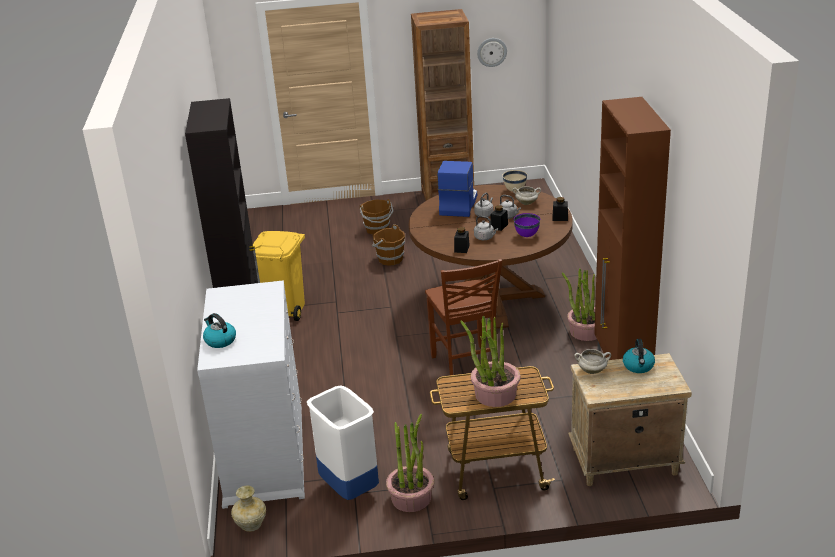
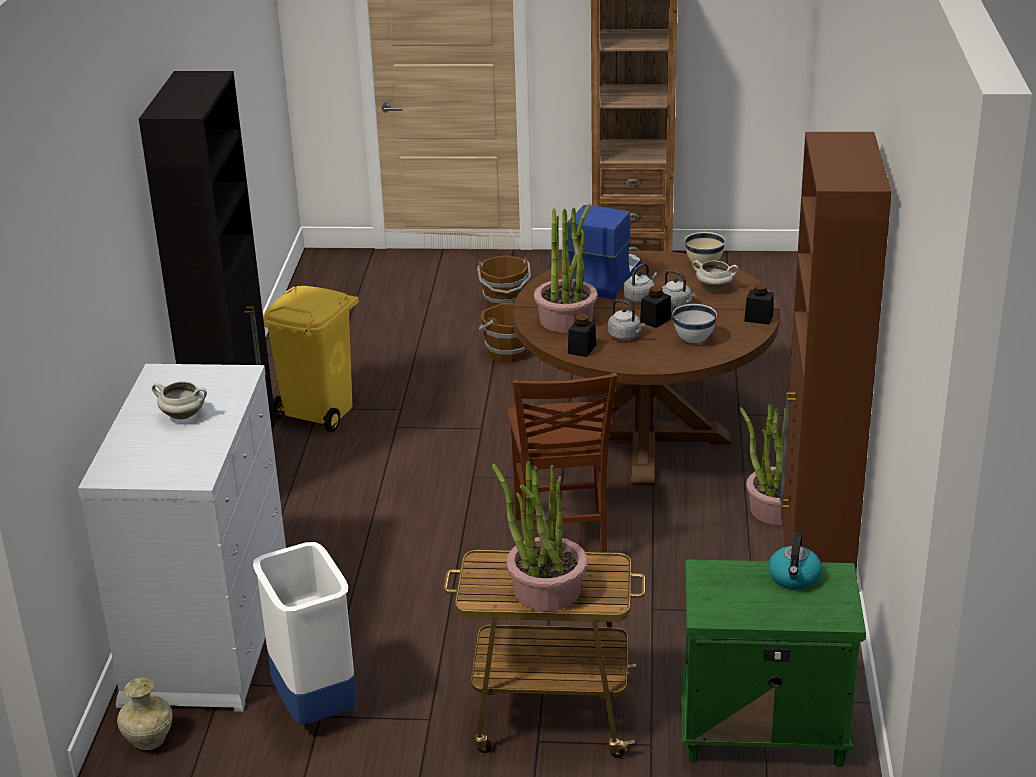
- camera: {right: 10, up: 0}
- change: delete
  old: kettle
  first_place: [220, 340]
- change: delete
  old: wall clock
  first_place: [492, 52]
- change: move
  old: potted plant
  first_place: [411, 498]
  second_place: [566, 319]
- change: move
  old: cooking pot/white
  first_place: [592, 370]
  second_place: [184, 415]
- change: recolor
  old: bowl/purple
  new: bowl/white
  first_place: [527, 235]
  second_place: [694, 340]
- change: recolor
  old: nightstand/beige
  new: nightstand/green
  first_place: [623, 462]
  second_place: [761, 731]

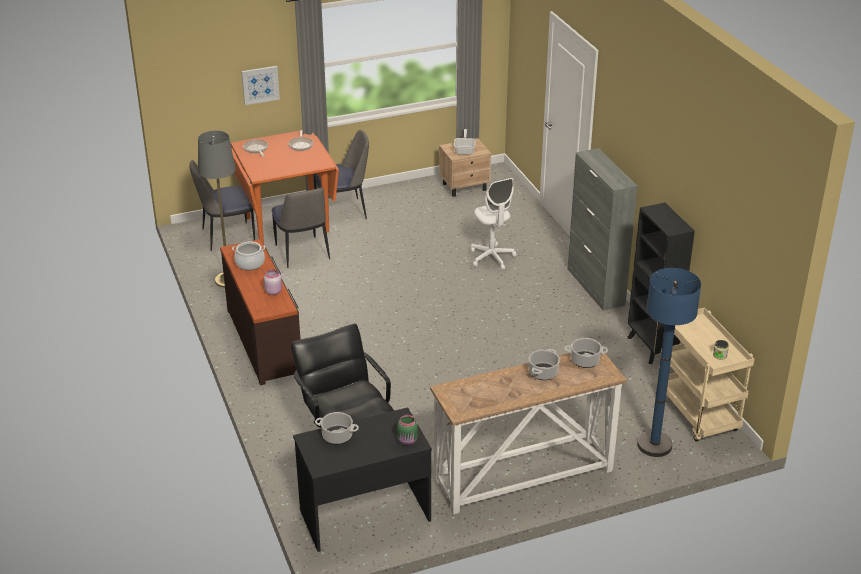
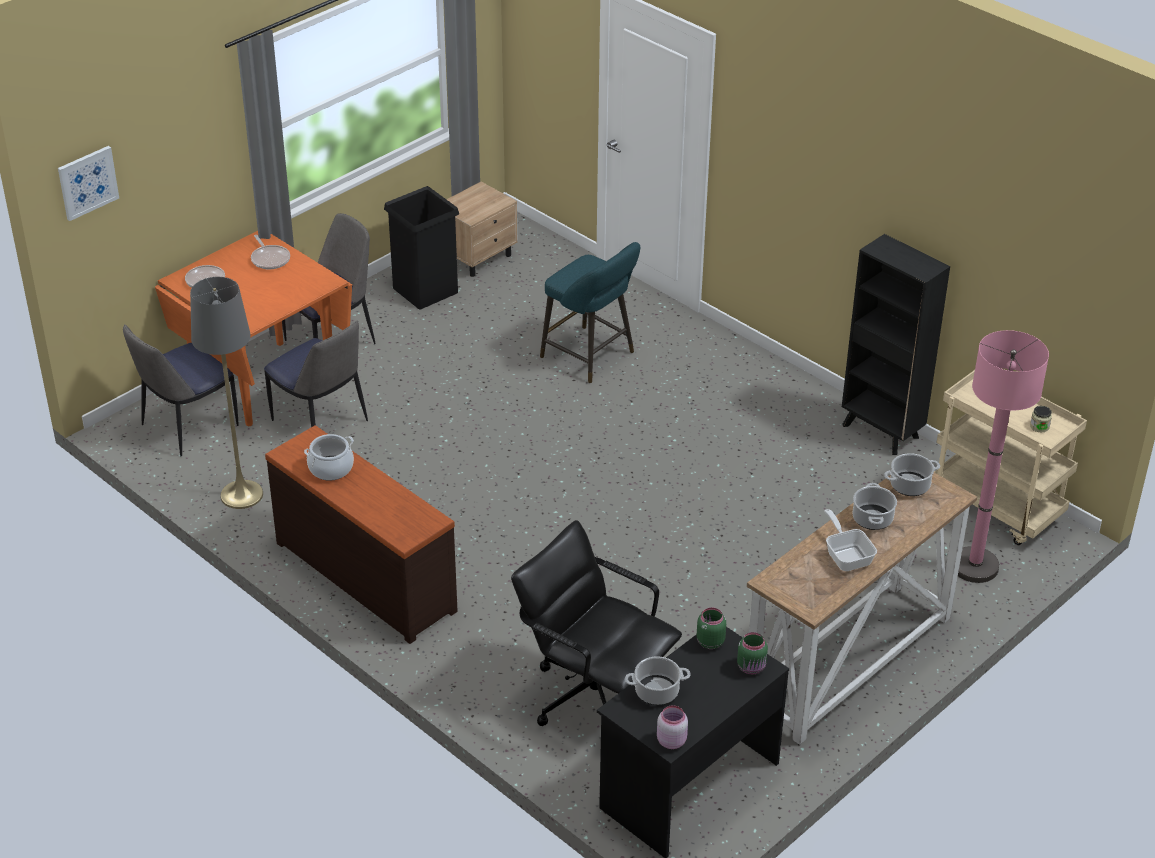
- camera: {right: -25, up: 5}
- change: delete
  old: cabinet/grey
  first_place: [595, 287]
- change: insert
  new: trash can/black
  second_place: [425, 290]
- change: insert
  new: jar/green
  second_place: [709, 642]
- change: move
  old: picture
  first_place: [260, 85]
  second_place: [87, 182]
- change: move
  old: jar/pink
  first_place: [273, 291]
  second_place: [671, 740]
- change: move
  old: frying pan
  first_place: [465, 150]
  second_place: [847, 555]
- change: replace
  old: office chair/white
  new: stool/turquoise
  first_place: [492, 258]
  second_place: [591, 357]
- change: recolor
  old: floor lamp/blue
  new: floor lamp/pink
  first_place: [654, 445]
  second_place: [974, 566]

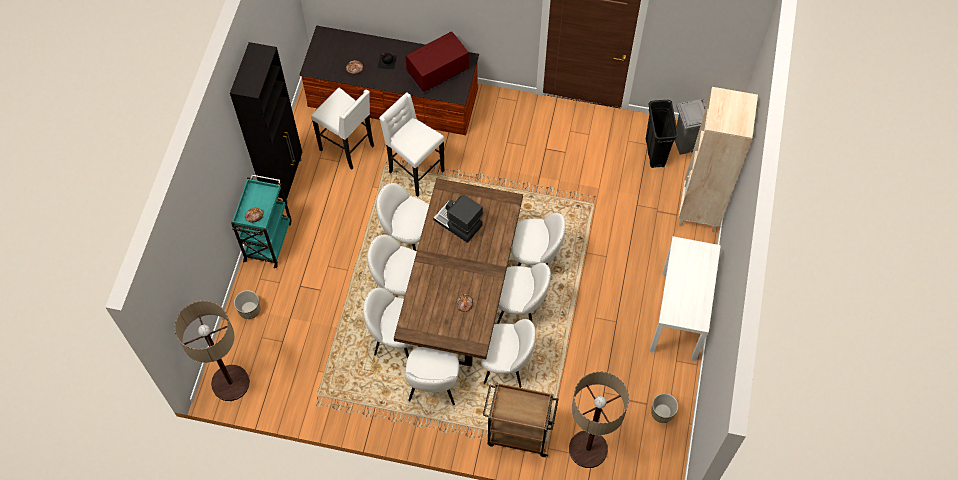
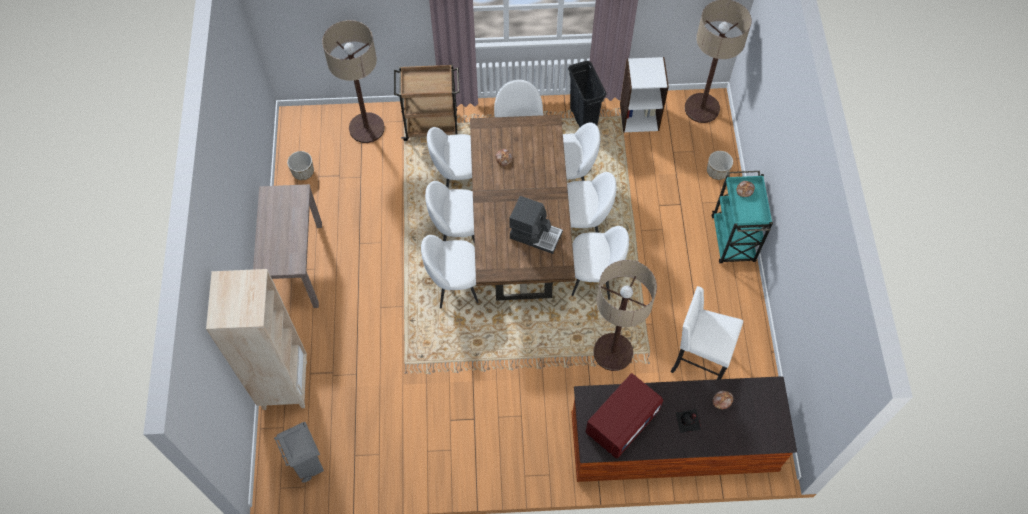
- camera: {right: 165, up: 0}
- change: delete
  old: cabinet/black
  first_place: [284, 178]
- change: insert
  new: bookcase/white
  second_place: [639, 116]
- change: move
  old: trash can/black
  first_place: [655, 152]
  second_place: [583, 119]
- change: replace
  old: stool/white
  new: floor lamp
  first_place: [415, 172]
  second_place: [613, 352]
- change: recolor
  old: console table/white
  new: console table/brown
  first_place: [679, 314]
  second_place: [296, 265]

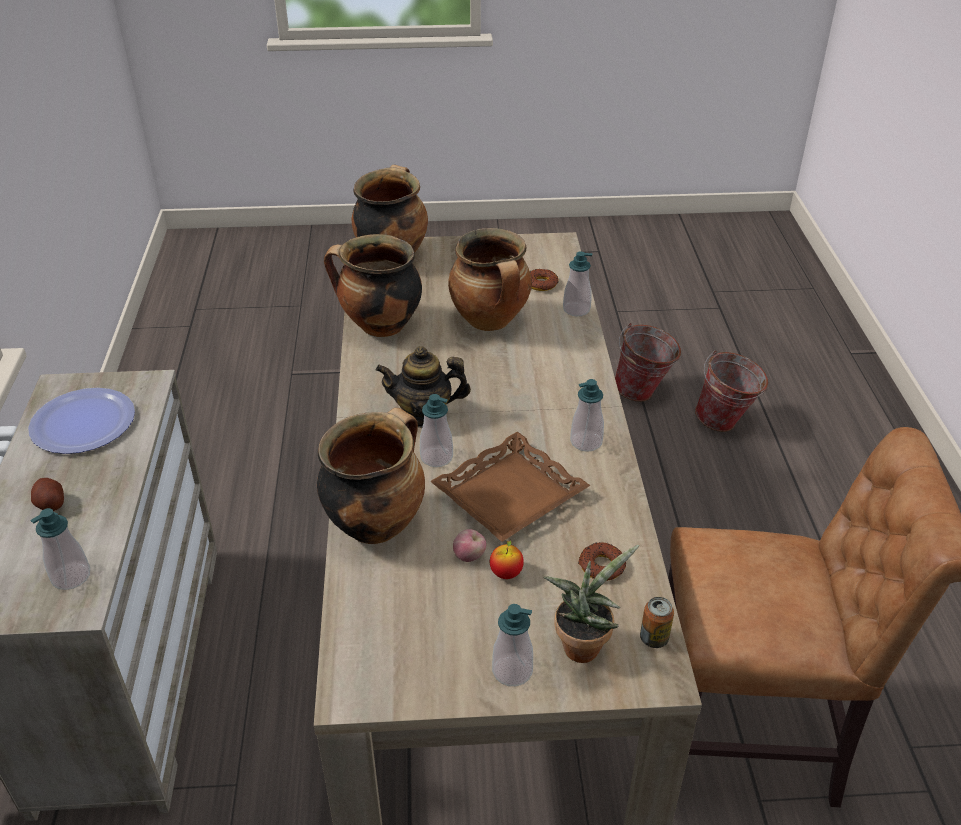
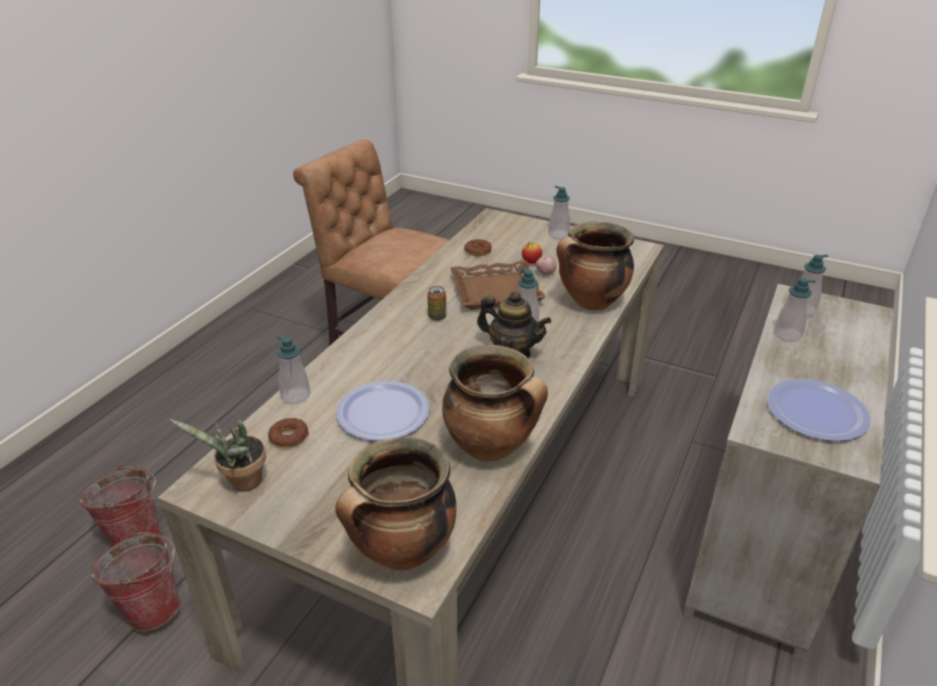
- camera: {right: -150, up: -5}
- change: delete
  old: potato
  first_place: [51, 504]
- change: move
  old: potted plant
  first_place: [583, 644]
  second_place: [241, 483]
- change: move
  old: soap dispenser
  first_place: [586, 442]
  second_place: [787, 335]
- change: move
  old: can
  first_place: [654, 638]
  second_place: [437, 317]
- change: replace
  old: cooking pot
  new: plate
  first_place: [491, 322]
  second_place: [383, 412]

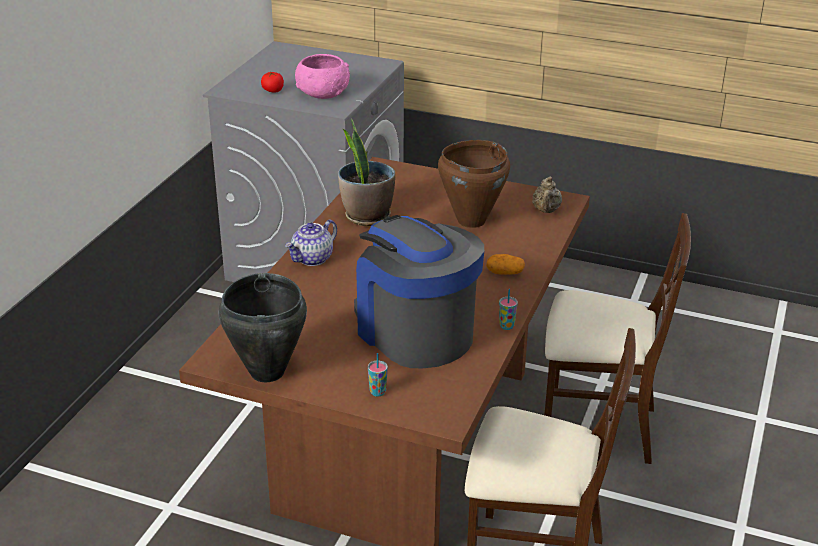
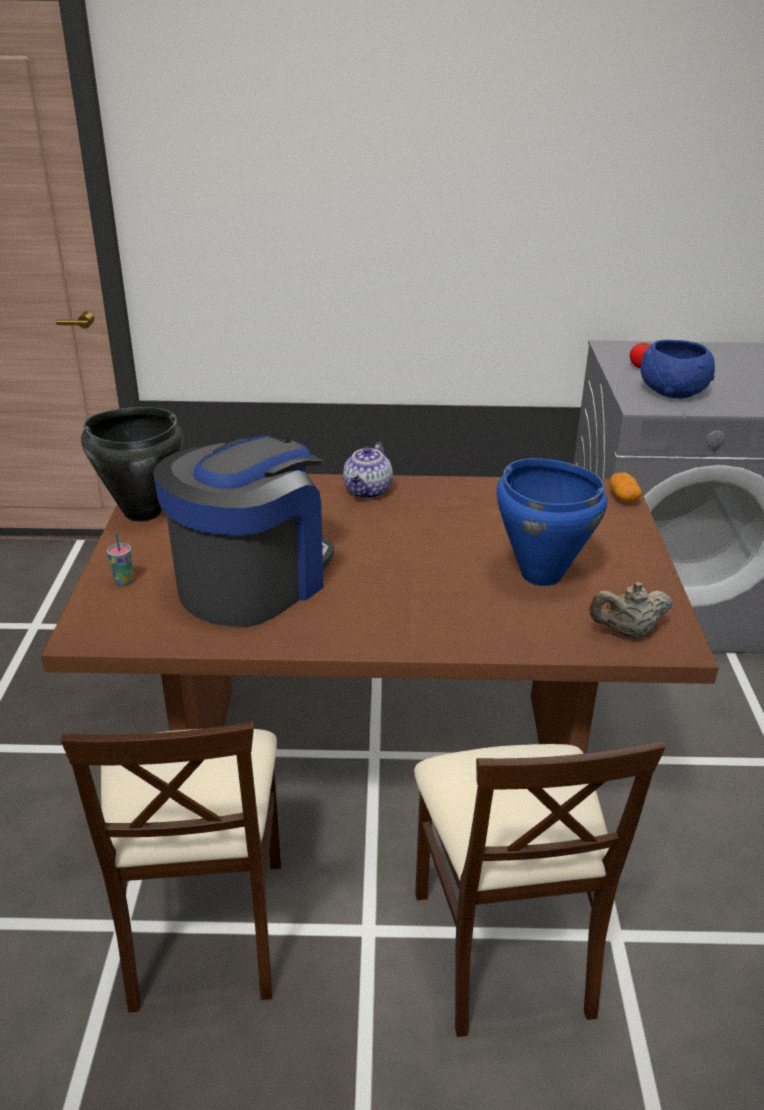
- camera: {right: 70, up: 0}
- change: delete
  old: potted plant
  first_place: [366, 216]
- change: delete
  old: cup
  first_place: [506, 326]
- change: move
  old: potato
  first_place: [505, 273]
  second_place: [623, 497]
- change: recolor
  old: bowl/pink
  new: bowl/blue
  first_place: [323, 93]
  second_place: [673, 391]
- change: recolor
  old: cooking pot/brown
  new: cooking pot/blue
  first_place: [470, 221]
  second_place: [541, 574]
- change: rotate
  old: teapot
  first_place: [312, 259]
  second_place: [368, 491]
  degrees: -90

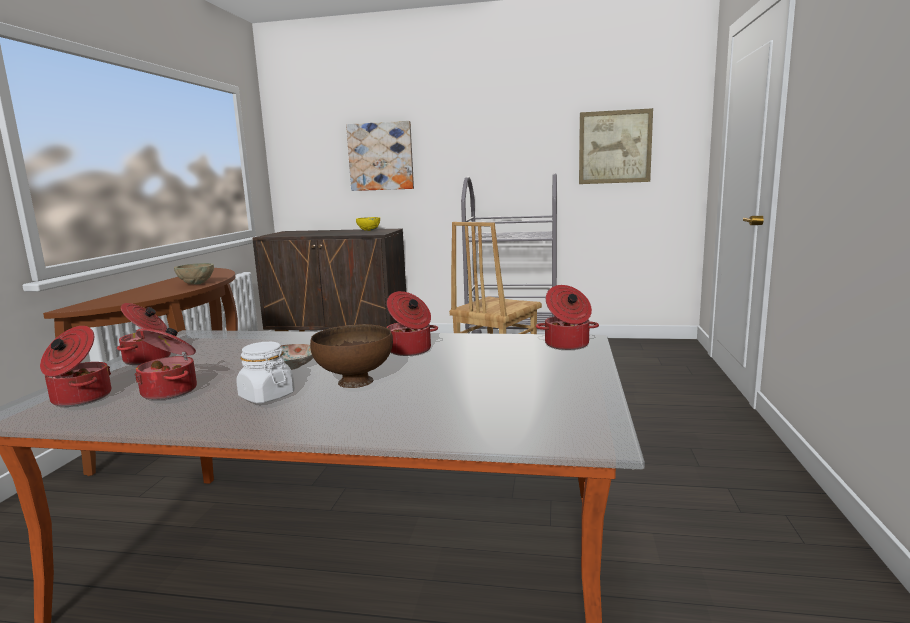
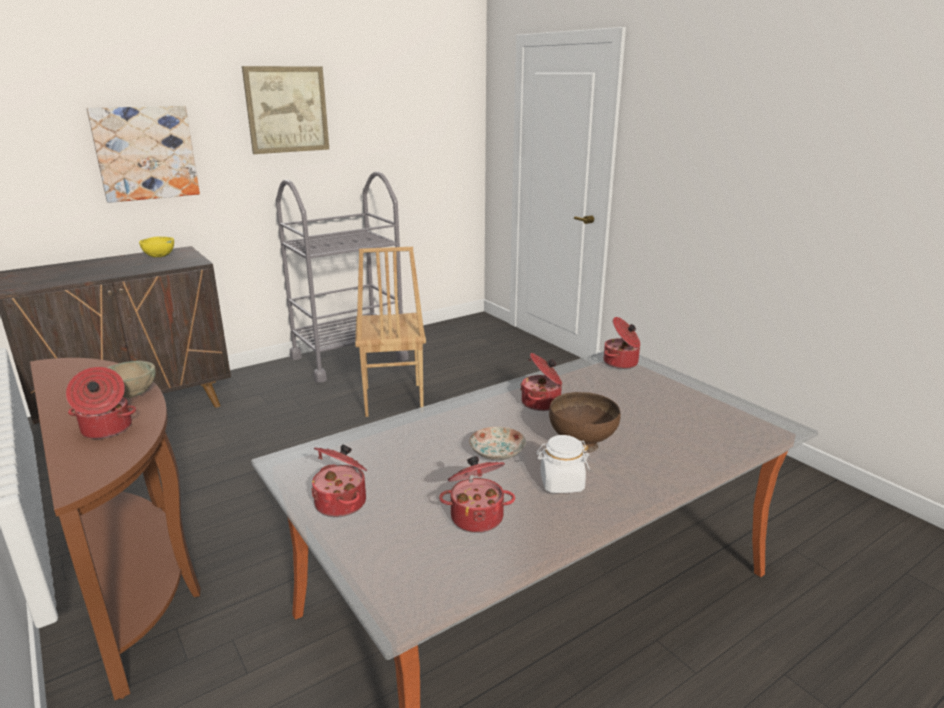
- camera: {right: -45, up: 10}
- change: move
  old: cooking pot
  first_place: [80, 398]
  second_place: [106, 429]
- change: move
  old: picture
  first_place: [614, 147]
  second_place: [287, 109]

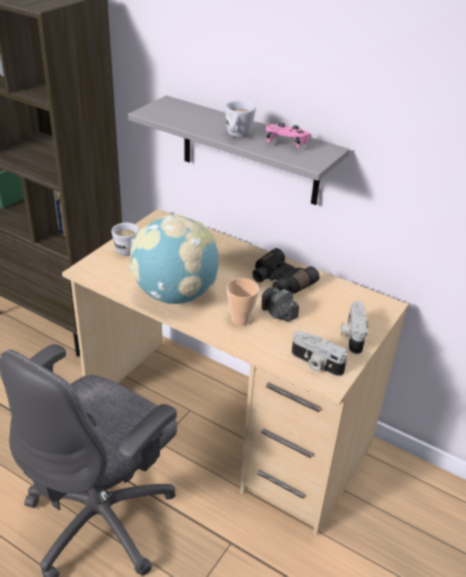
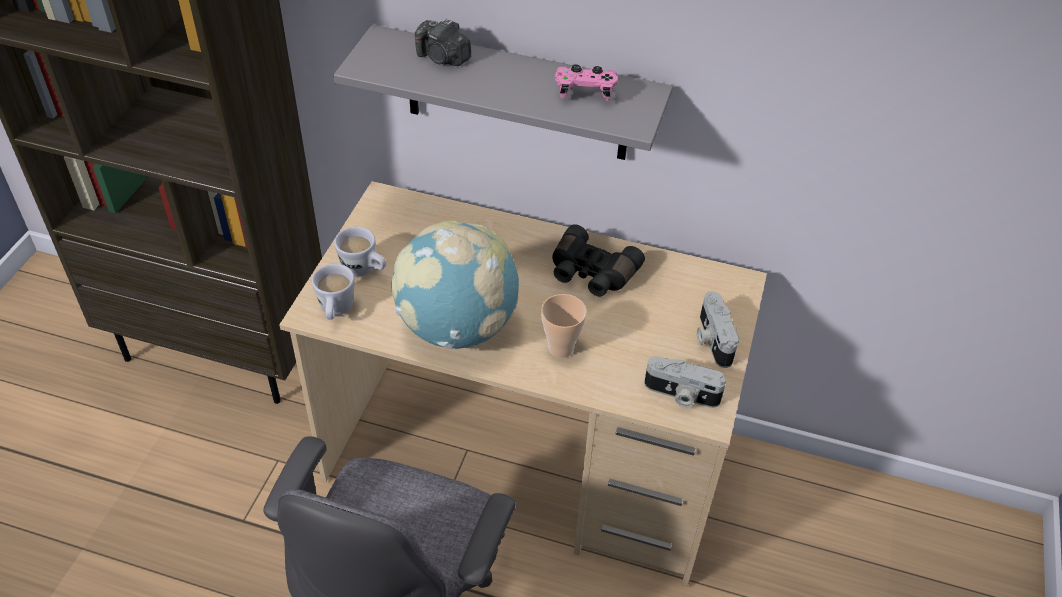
- camera: {right: -15, up: 10}
- change: move
  old: mug/white
  first_place: [237, 136]
  second_place: [336, 311]
- change: move
  old: photo camera
  first_place: [278, 314]
  second_place: [443, 58]

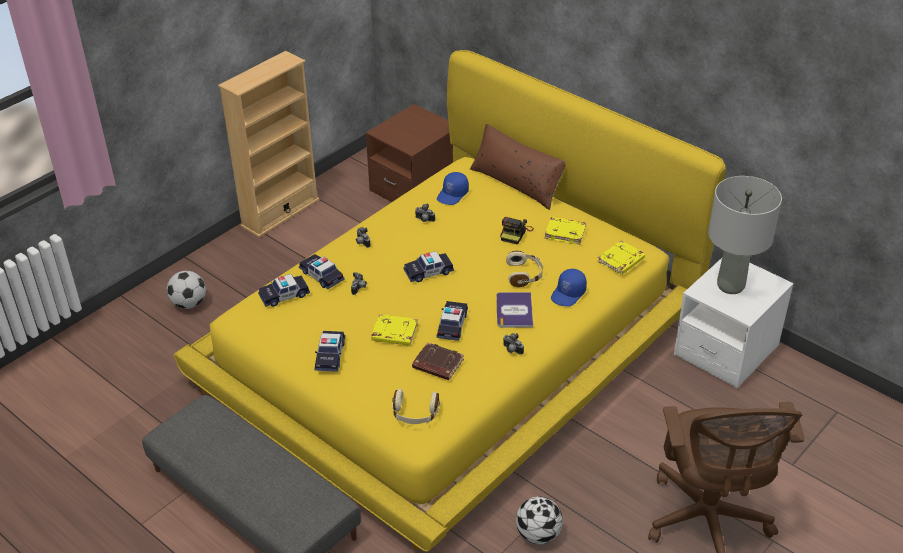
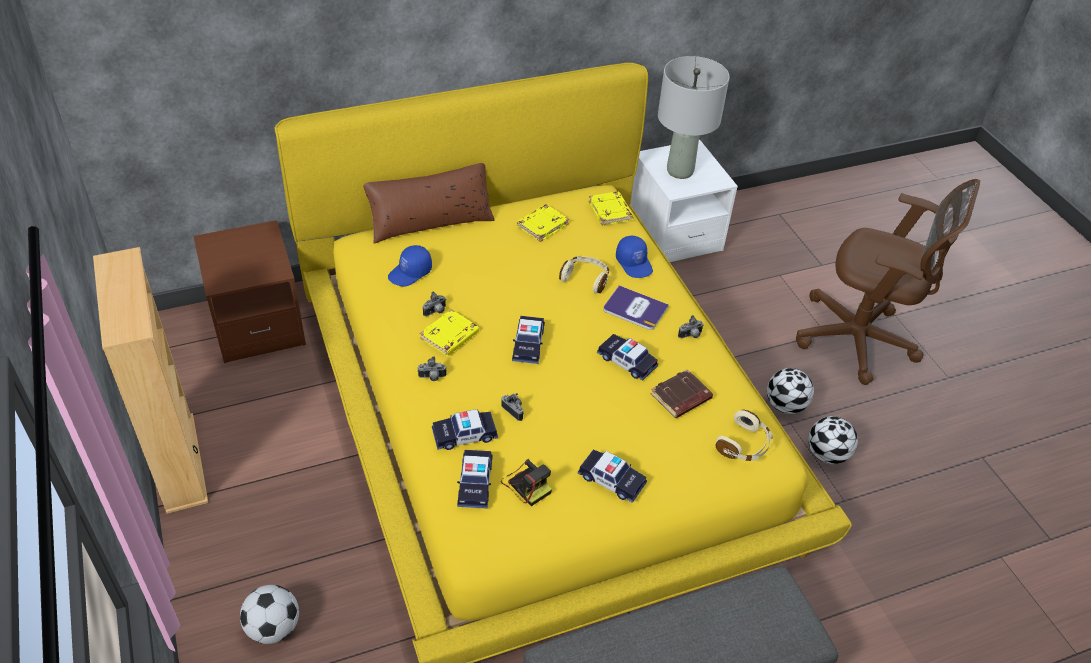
- camera: {right: -65, up: 5}
- change: insert
  new: football
  second_place: [785, 405]
- change: move
  old: book/yellow
  first_place: [394, 333]
  second_place: [450, 336]
- change: move
  old: photo camera
  first_place: [515, 233]
  second_place: [526, 484]
- change: rotate
  old: cap/blue
  first_place: [453, 195]
  second_place: [410, 273]
  degrees: 75

